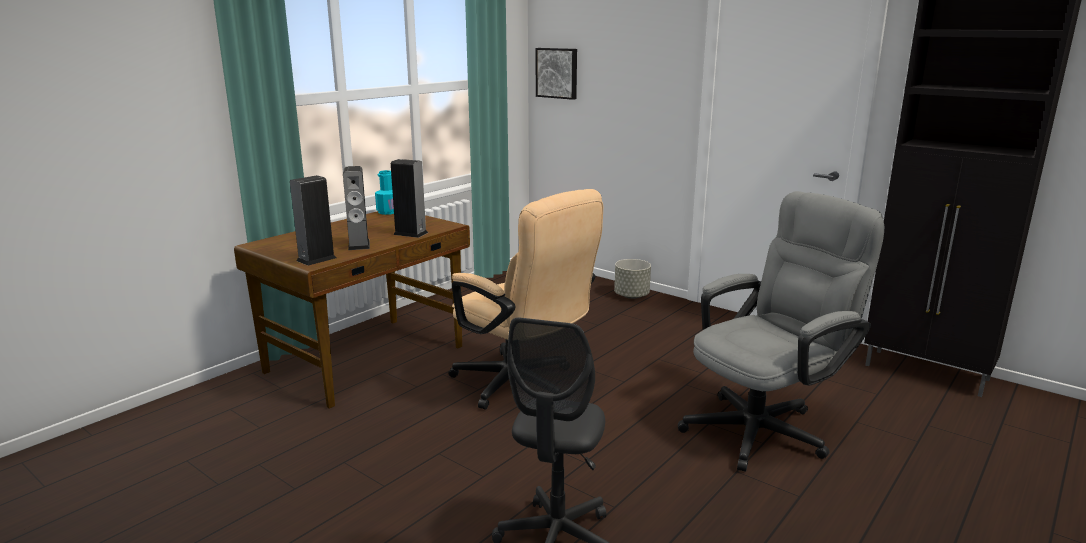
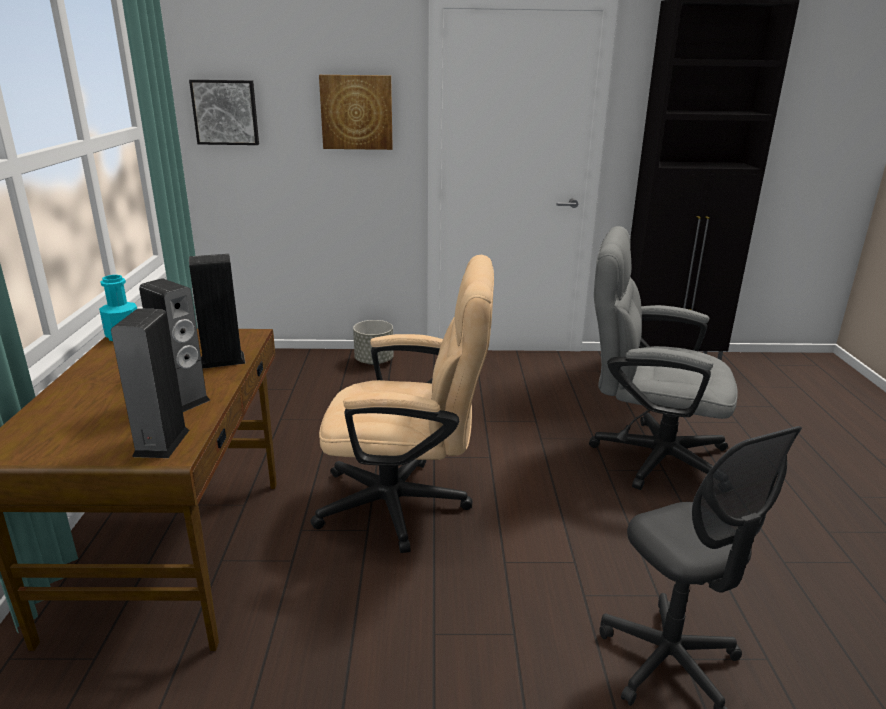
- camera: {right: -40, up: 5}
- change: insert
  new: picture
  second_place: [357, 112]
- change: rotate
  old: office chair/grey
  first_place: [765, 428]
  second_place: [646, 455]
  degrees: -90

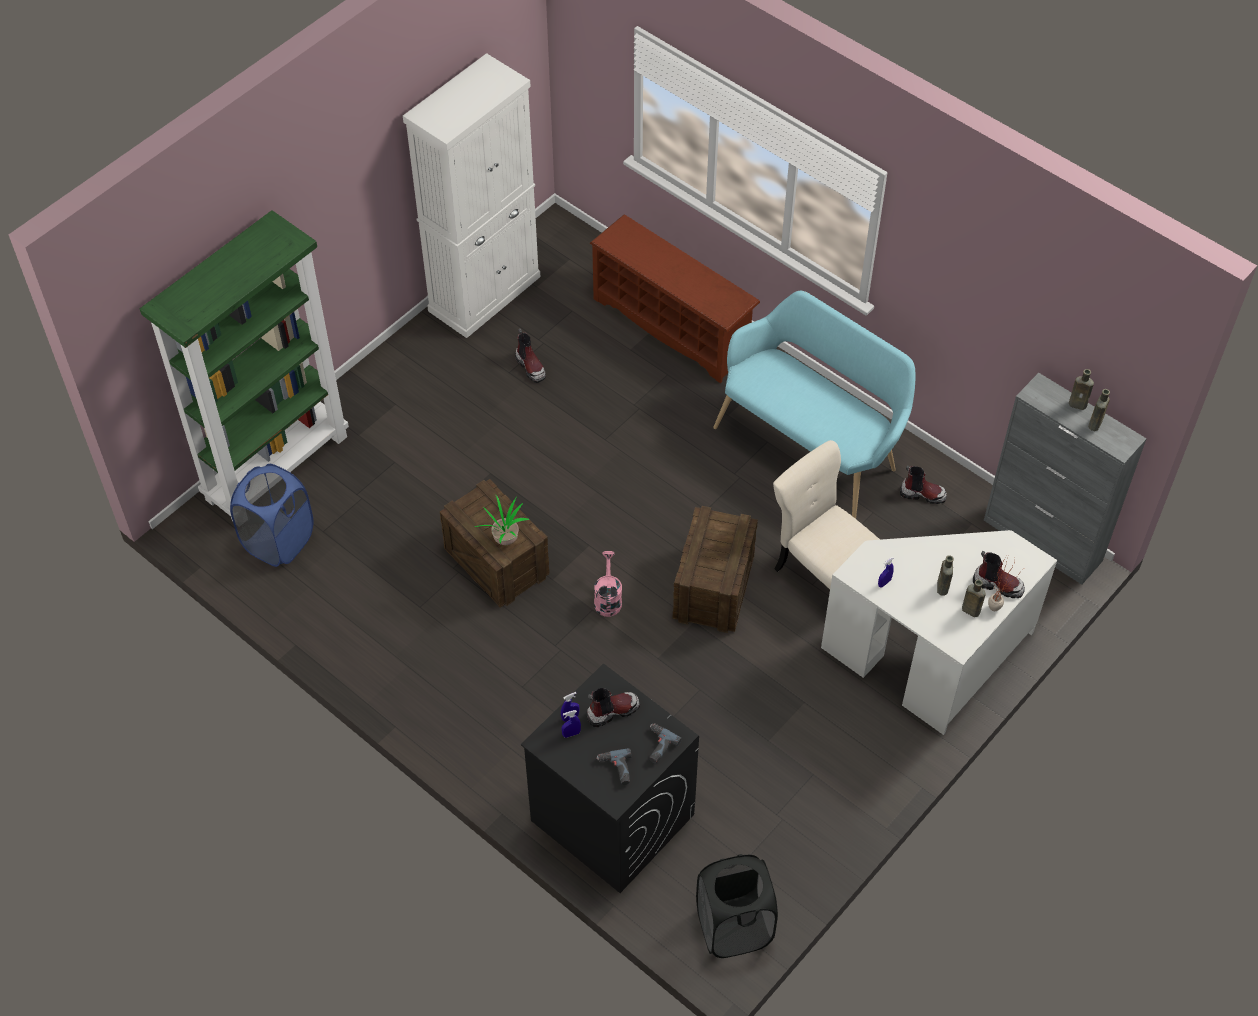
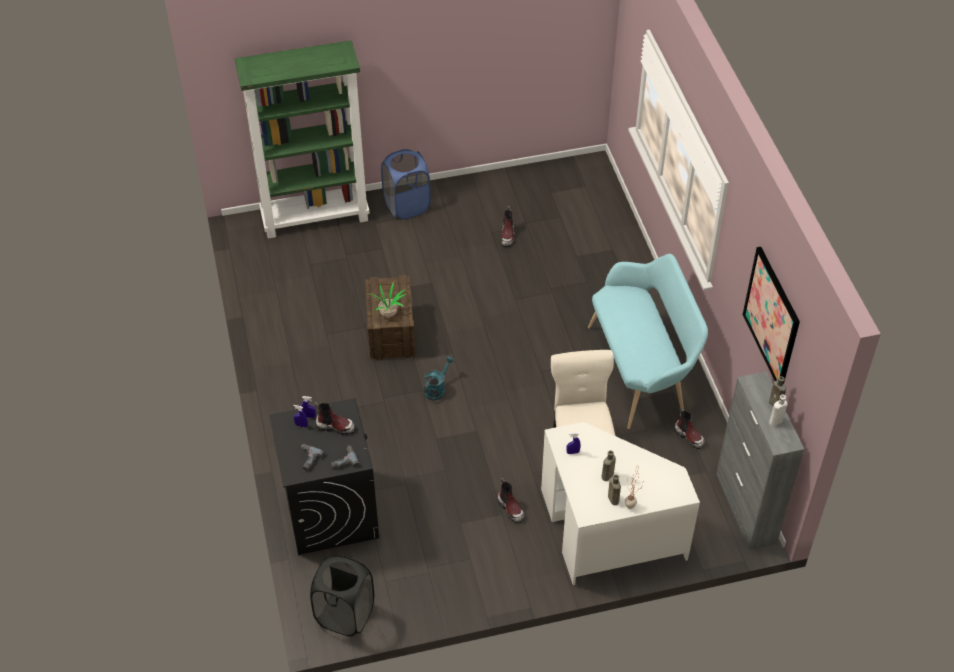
- camera: {right: 35, up: -5}
- change: delete
  old: cabinet/white
  first_place: [485, 293]
- change: delete
  old: shoe rack/brown
  first_place: [673, 326]
- change: delete
  old: crate
  first_place: [713, 588]
- change: insert
  new: picture
  second_place: [772, 317]
- change: move
  old: laundry basket/blue
  first_place: [279, 541]
  second_place: [407, 205]
- change: move
  old: boot
  first_place: [998, 584]
  second_place: [511, 508]
- change: recolor
  old: watering can/pink
  new: watering can/turquoise
  first_place: [607, 598]
  second_place: [437, 389]
- change: recolor
  old: bottle/brown
  new: bottle/white
  first_place: [1094, 425]
  second_place: [775, 422]

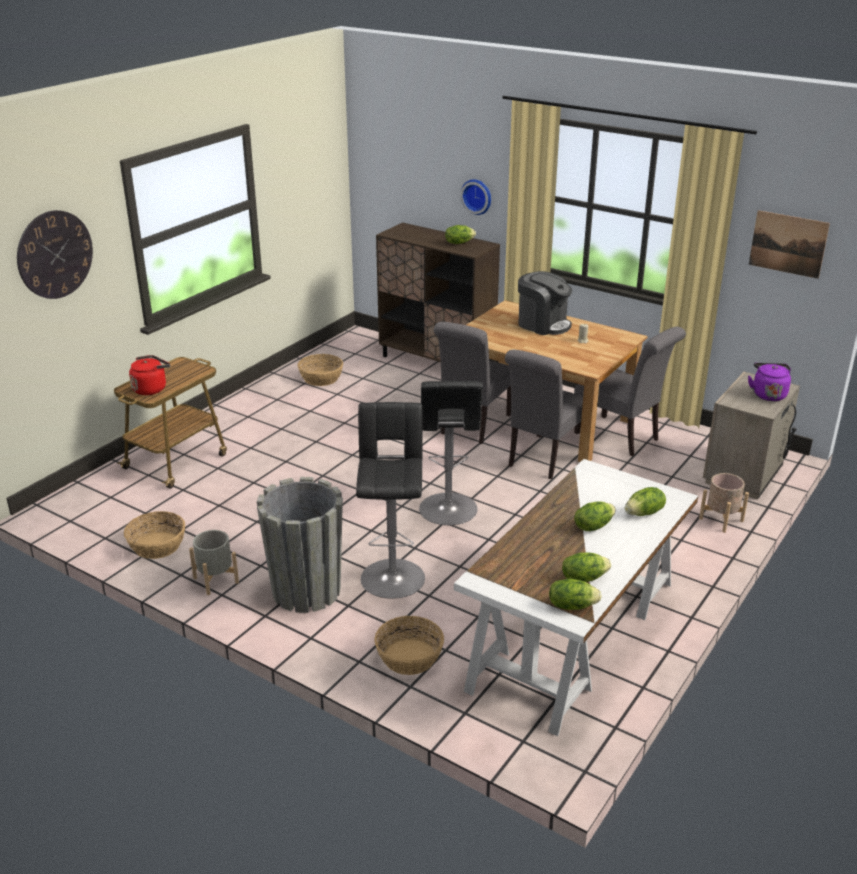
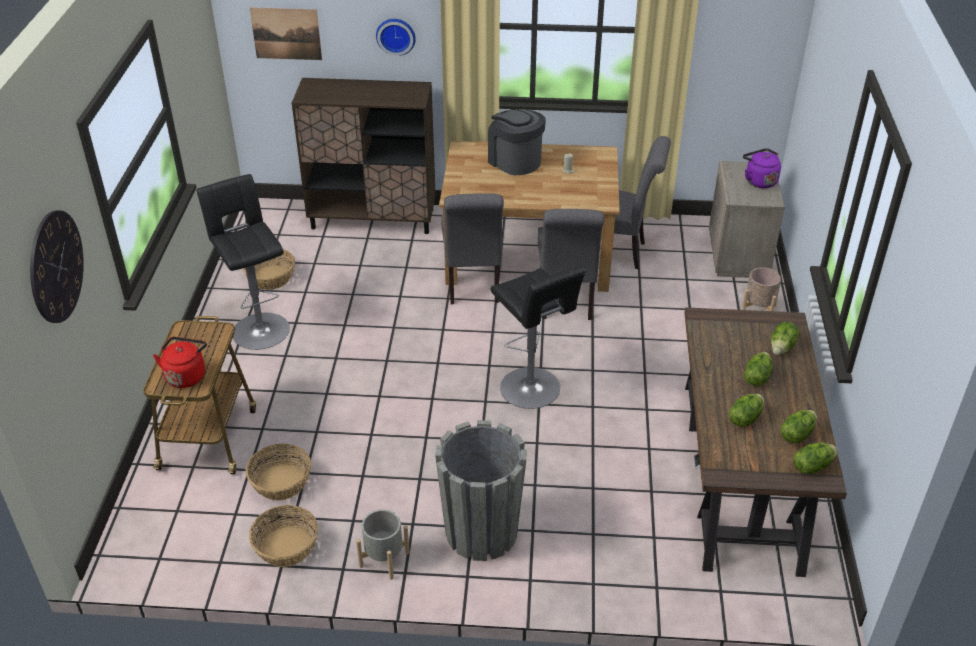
- camera: {right: -30, up: 10}
- change: move
  old: stool/black
  first_place: [392, 575]
  second_place: [259, 328]
- change: move
  old: basket
  first_place: [409, 657]
  second_place: [281, 482]
- change: move
  old: lettuce
  first_place: [459, 243]
  second_place: [744, 418]
- change: move
  old: picture
  first_place: [788, 244]
  second_place: [286, 33]
- change: recolor
  old: desk/white
  new: desk/brown
  first_place: [575, 635]
  second_place: [741, 475]
- change: rotate
  old: coffee machine
  first_place: [543, 324]
  second_place: [514, 161]
  degrees: -135

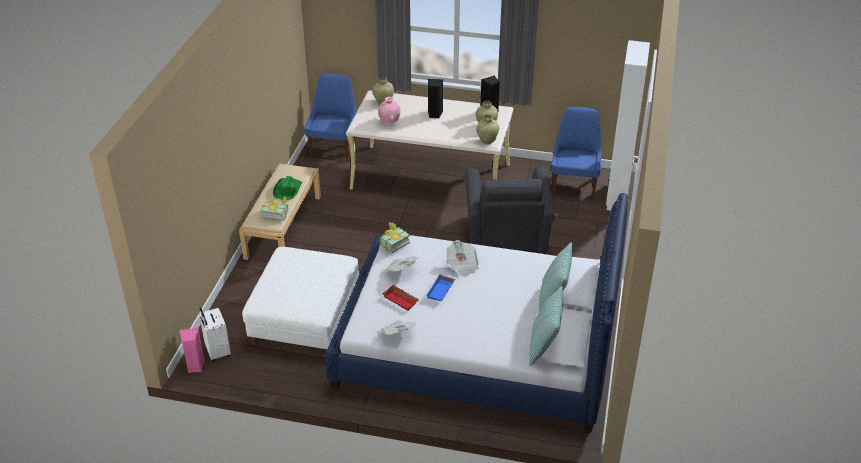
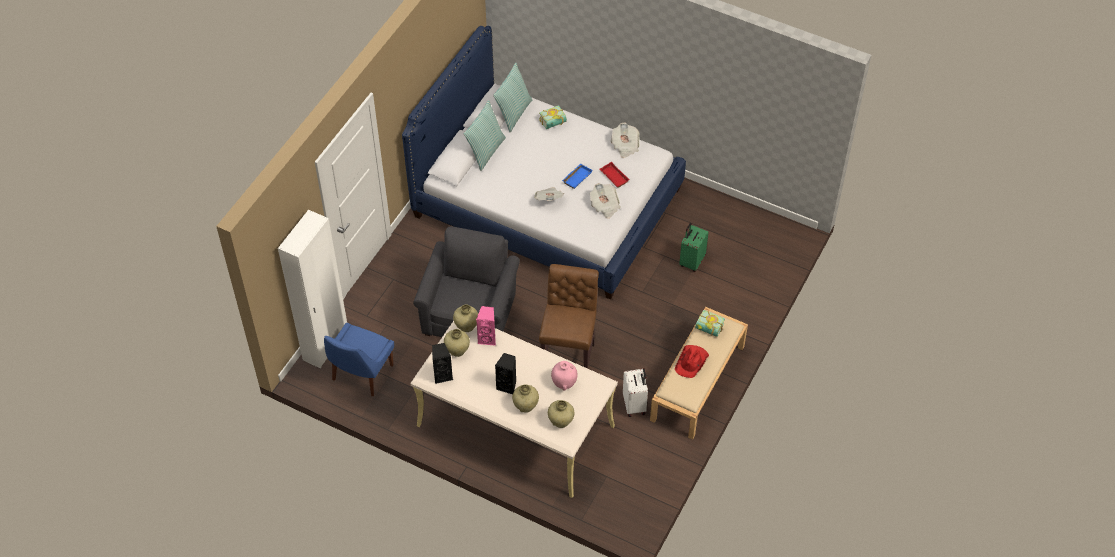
- camera: {right: -165, up: 15}
- change: delete
  old: chair/blue
  first_place: [334, 149]
- change: insert
  new: vase/beige
  second_place: [525, 406]
- change: insert
  new: stool/brown
  second_place: [569, 358]
- change: move
  old: speaker/pink
  first_place: [194, 366]
  second_place: [488, 338]
- change: move
  old: suitcase/white
  first_place: [217, 352]
  second_place: [635, 405]
- change: move
  old: book
  first_place: [393, 243]
  second_place: [554, 123]
- change: replace
  old: ottoman/white
  new: suitcase/green
  first_place: [305, 319]
  second_place: [691, 261]
- change: recolor
  old: hat/green
  new: hat/red
  first_place: [287, 190]
  second_place: [691, 362]

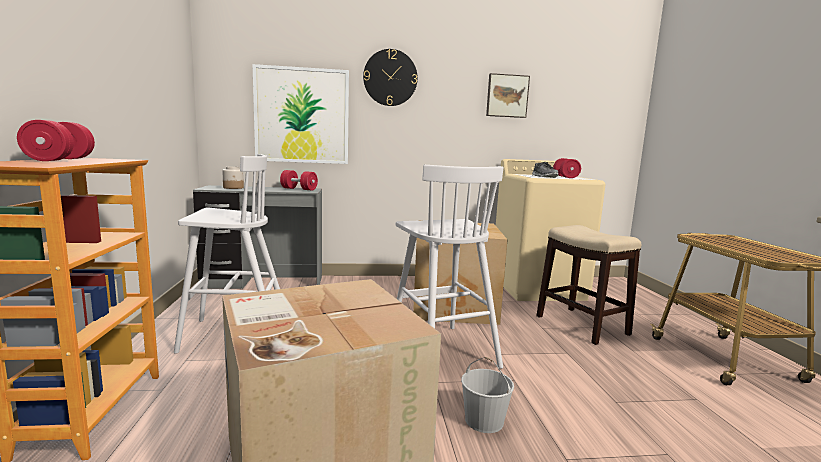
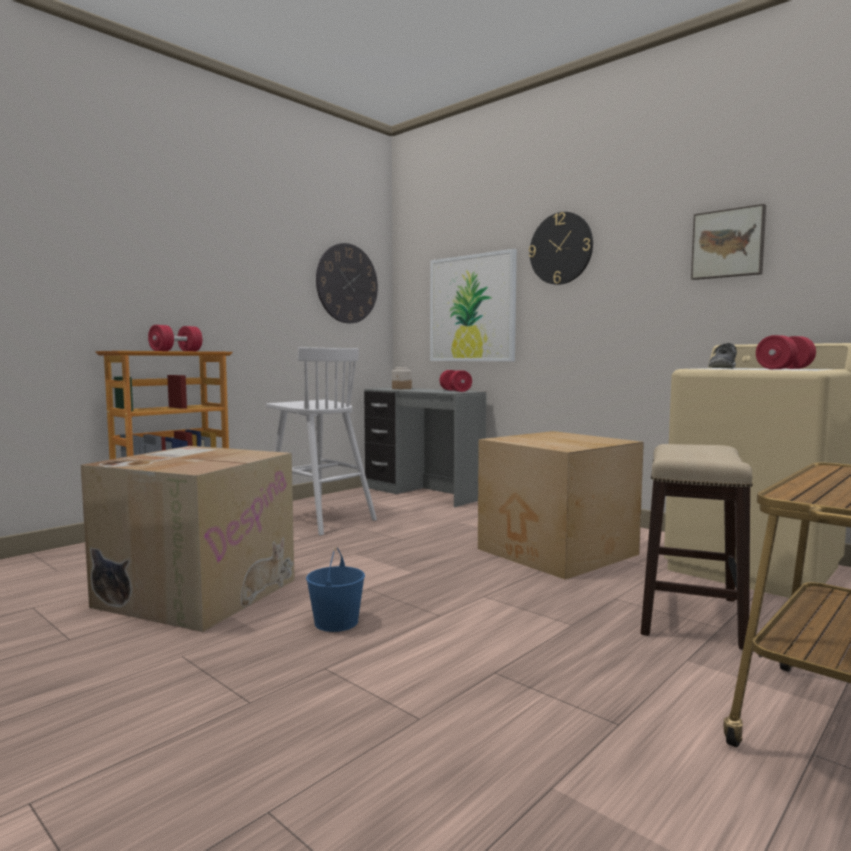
- camera: {right: 50, up: -5}
- change: delete
  old: stool/white
  first_place: [441, 351]
- change: insert
  new: wall clock
  second_place: [347, 283]
- change: recolor
  old: bucket/white
  new: bucket/blue
  first_place: [483, 420]
  second_place: [336, 622]

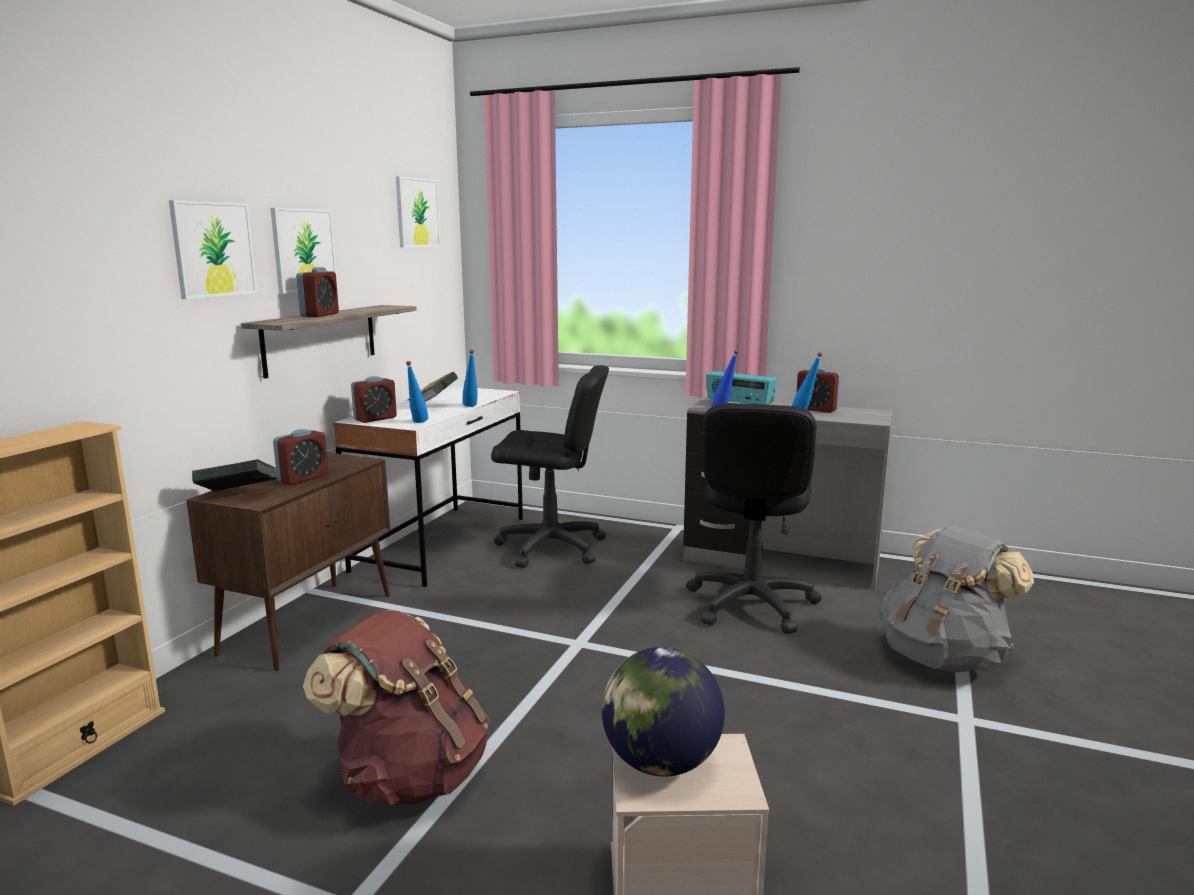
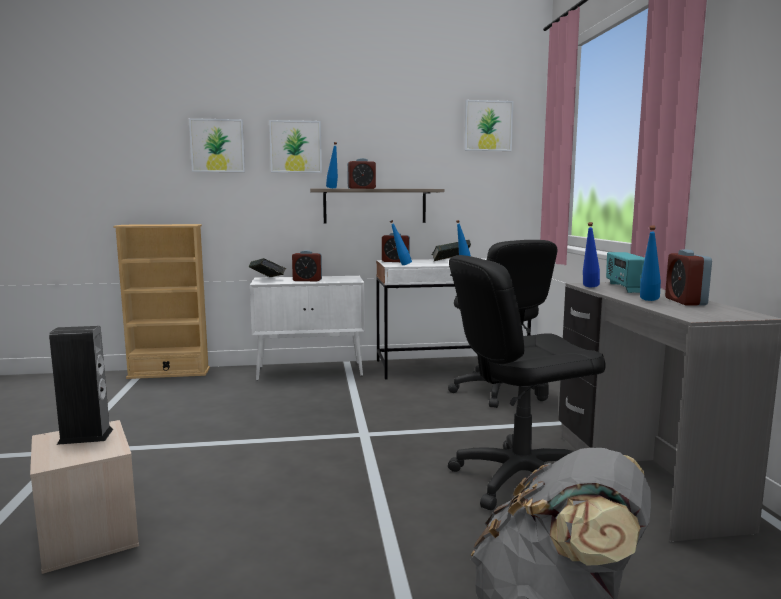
- camera: {right: 60, up: -5}
- change: delete
  old: backpack/brown
  first_place: [409, 776]
- change: insert
  new: bottle/blue
  second_place: [333, 188]
- change: move
  old: picture
  first_place: [303, 250]
  second_place: [217, 145]
- change: replace
  old: globe
  new: speaker
  first_place: [661, 763]
  second_place: [85, 436]
- change: recolor
  old: cabinet/brown
  new: cabinet/white
  first_place: [309, 623]
  second_place: [311, 371]

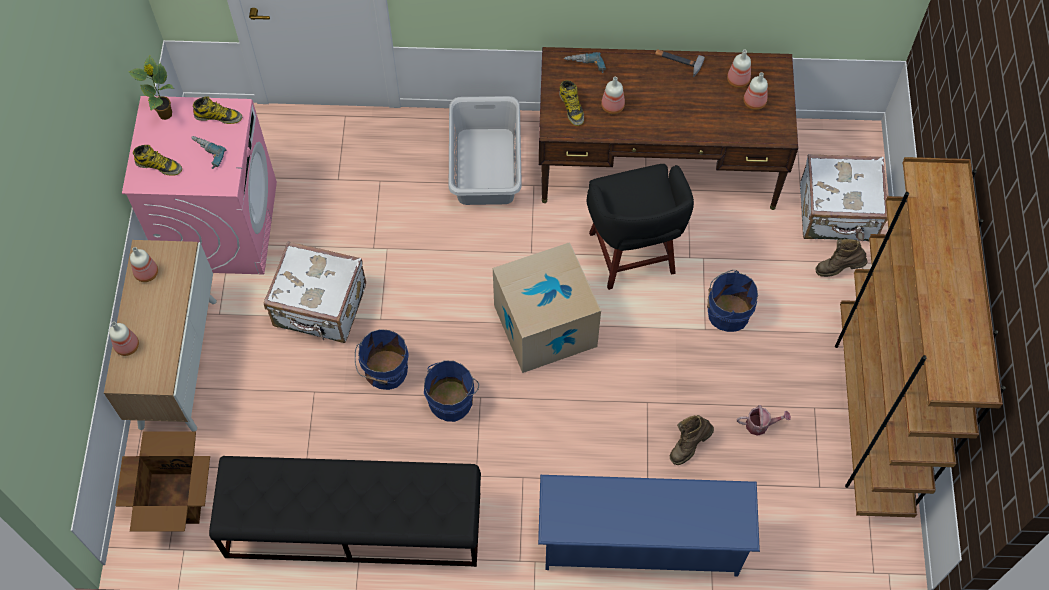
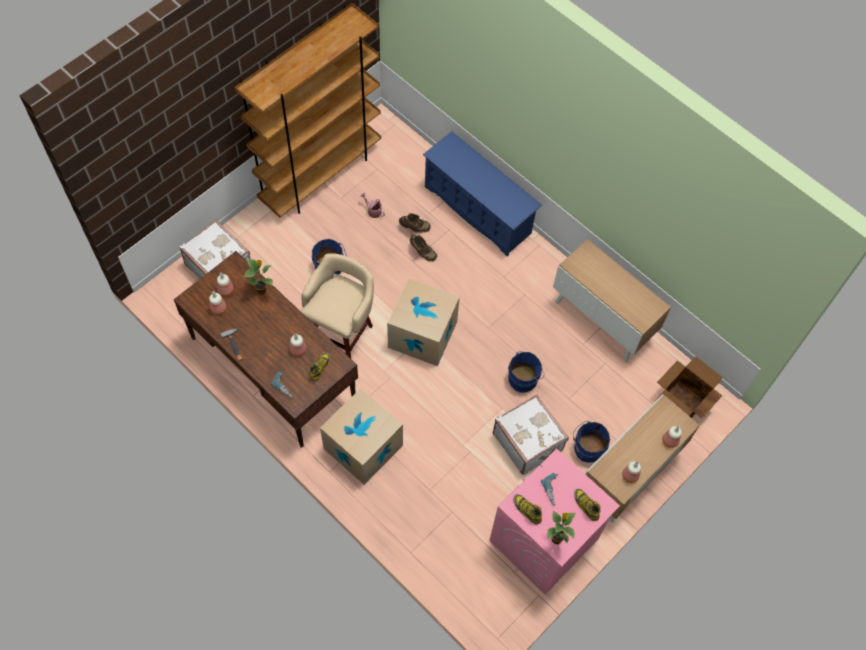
- camera: {right: -140, up: 0}
- change: insert
  new: potted plant
  second_place: [262, 290]
- change: move
  old: bucket/blue
  first_place: [452, 399]
  second_place: [587, 448]
- change: move
  old: boot/brown
  first_place: [838, 268]
  second_place: [422, 252]
- change: replace
  old: bench/black
  new: cabinet
  first_place: [353, 525]
  second_place: [603, 320]
- change: replace
  old: laundry basket/grey
  new: cardboard box
  first_place: [486, 166]
  second_place: [363, 447]
- change: recolor
  old: stool/black
  new: stool/beige
  first_place: [633, 256]
  second_place: [342, 331]

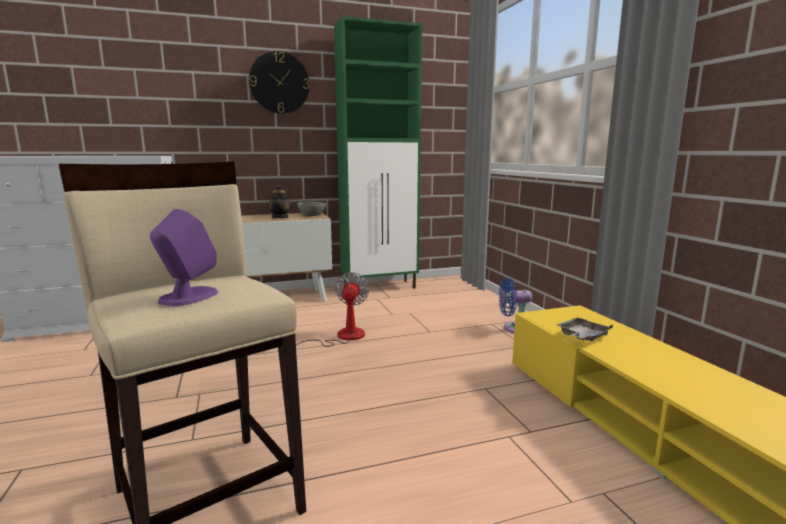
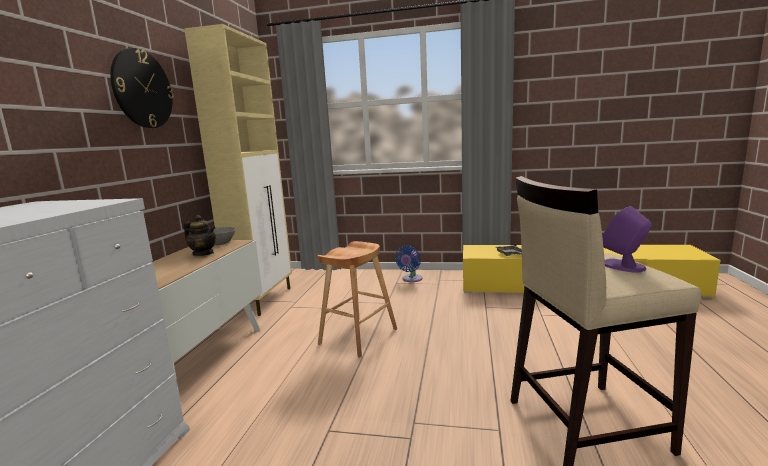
- camera: {right: -60, up: 0}
- change: replace
  old: fan
  new: stool/brown
  first_place: [341, 337]
  second_place: [358, 336]
- change: recolor
  old: cabinet/green
  new: cabinet/beige
  first_place: [380, 287]
  second_place: [264, 300]

